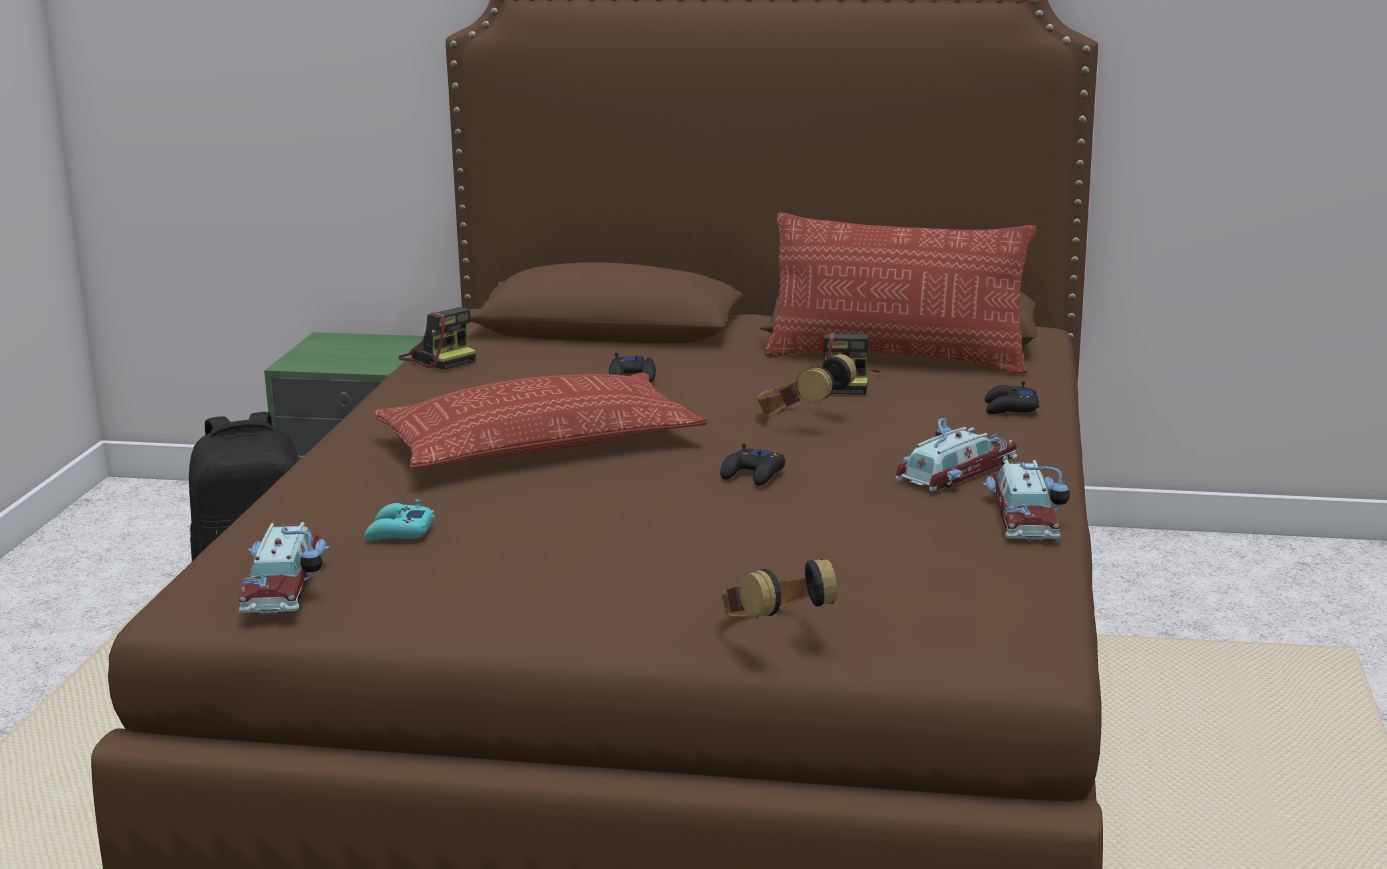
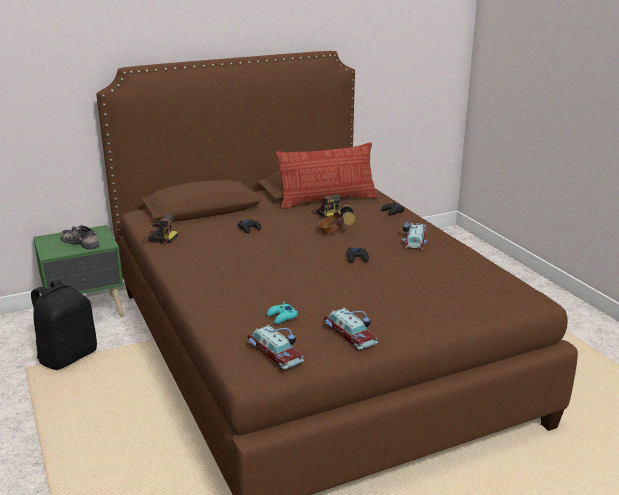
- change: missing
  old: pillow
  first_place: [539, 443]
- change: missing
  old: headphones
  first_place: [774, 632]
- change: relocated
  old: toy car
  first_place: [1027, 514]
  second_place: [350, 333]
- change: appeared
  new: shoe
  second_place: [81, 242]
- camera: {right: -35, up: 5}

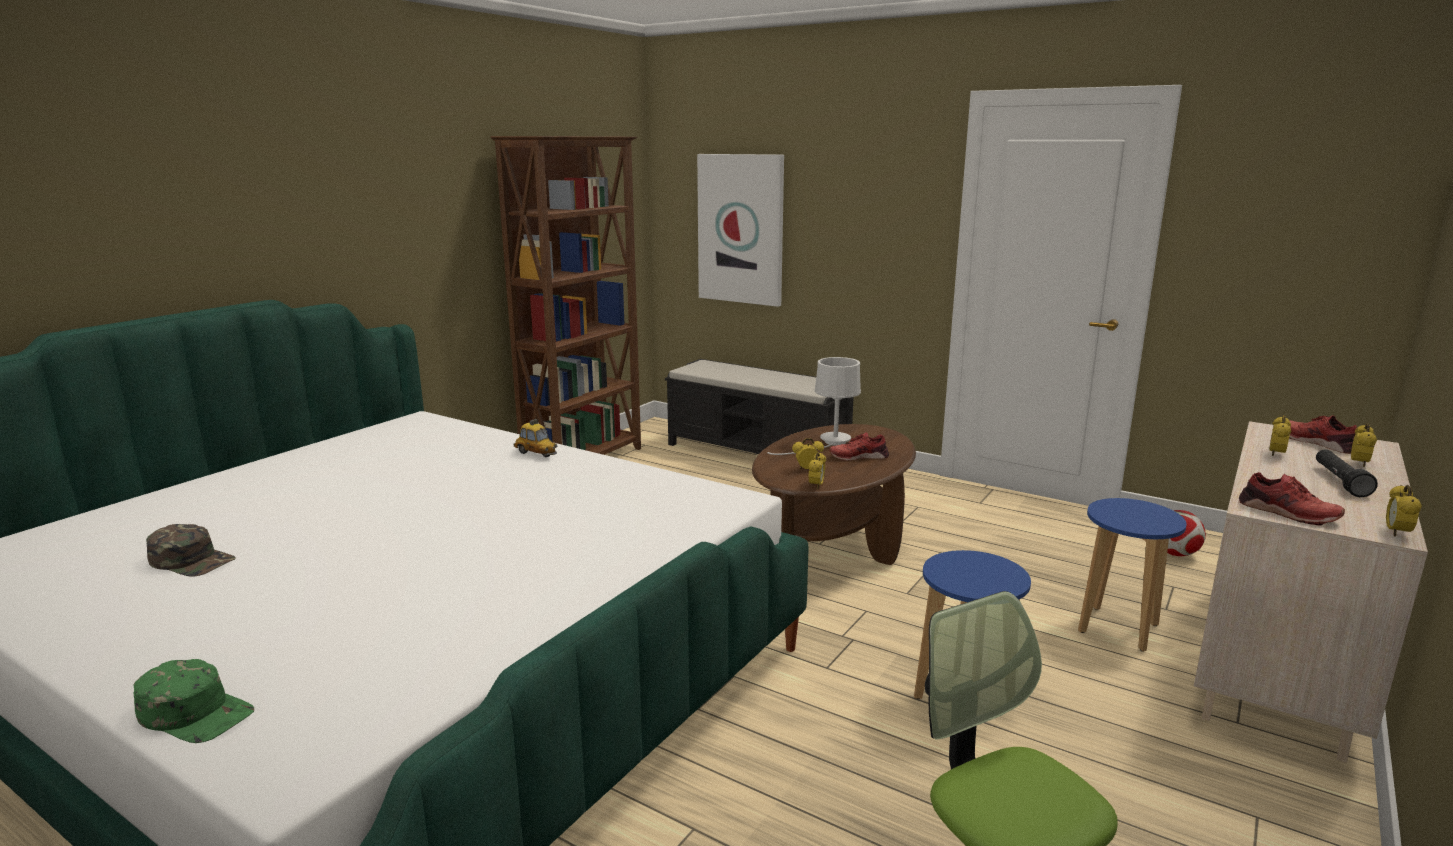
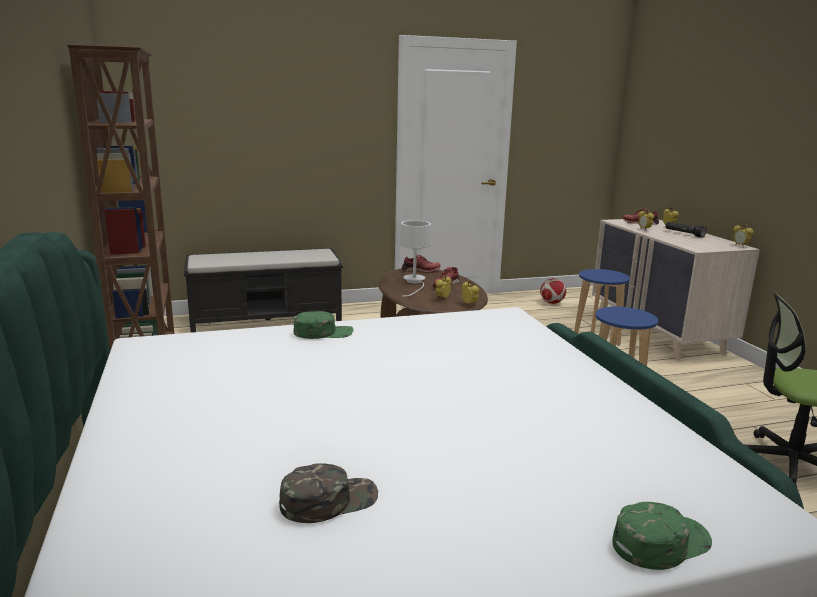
- change: exchanged
  old: toy car
  new: cap (green)
  first_place: [536, 453]
  second_place: [323, 332]
- change: missing
  old: picture
  first_place: [741, 229]
- change: relocated
  old: shoe (red)
  first_place: [1287, 513]
  second_place: [420, 270]
- camera: {right: -50, up: 0}

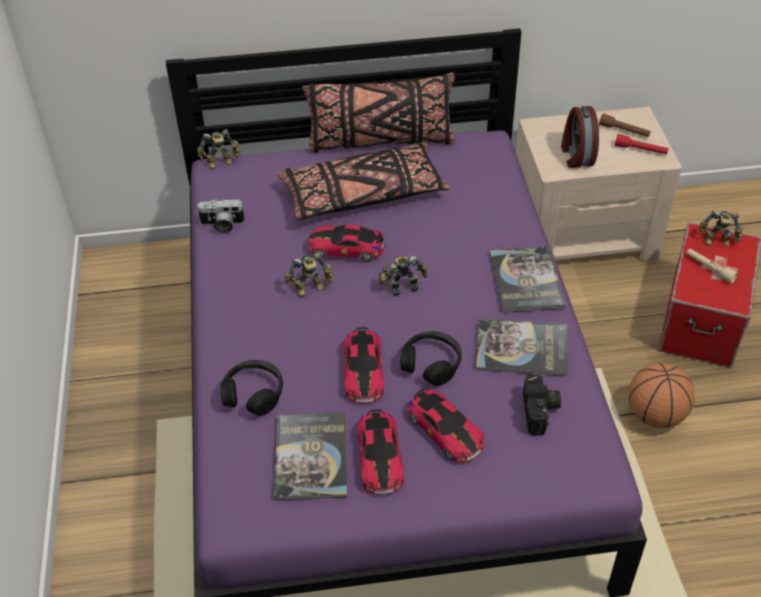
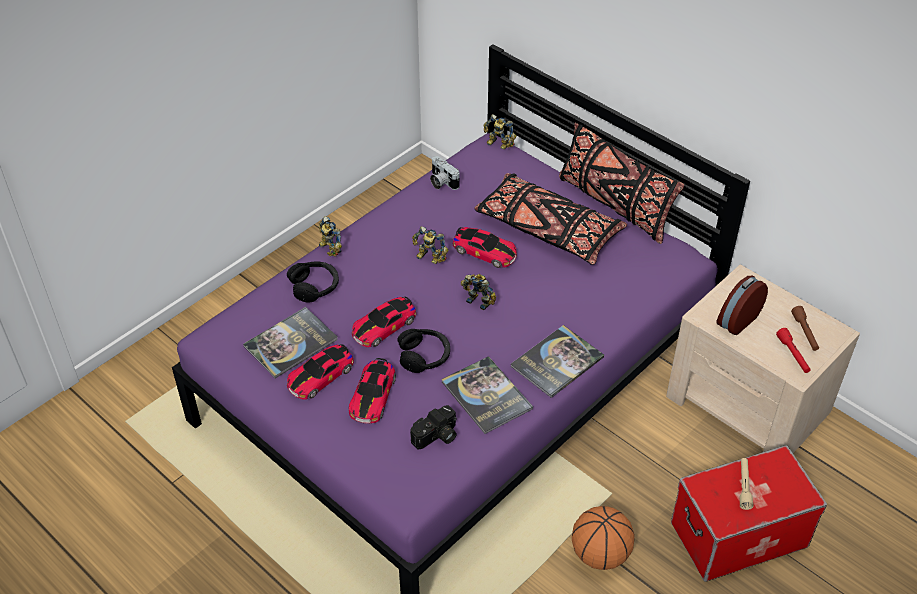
- change: spun
  old: toy car
  first_place: [346, 248]
  second_place: [484, 251]
  degrees: 150
- change: relocated
  old: toy robot
  first_place: [718, 242]
  second_place: [328, 249]
- camera: {right: 50, up: 0}

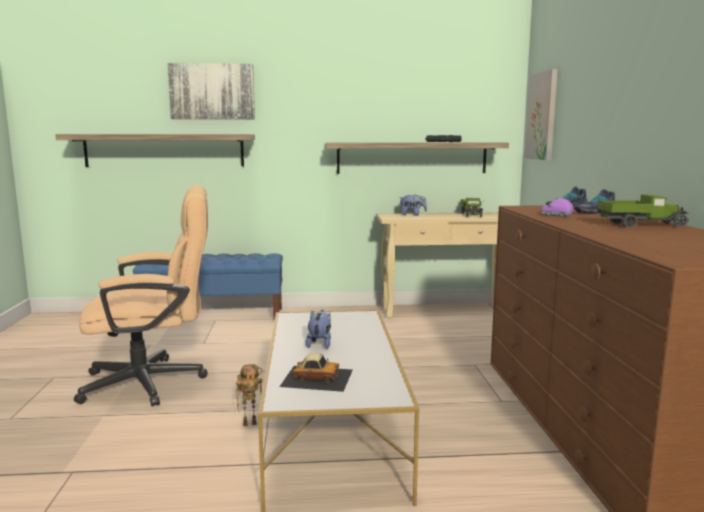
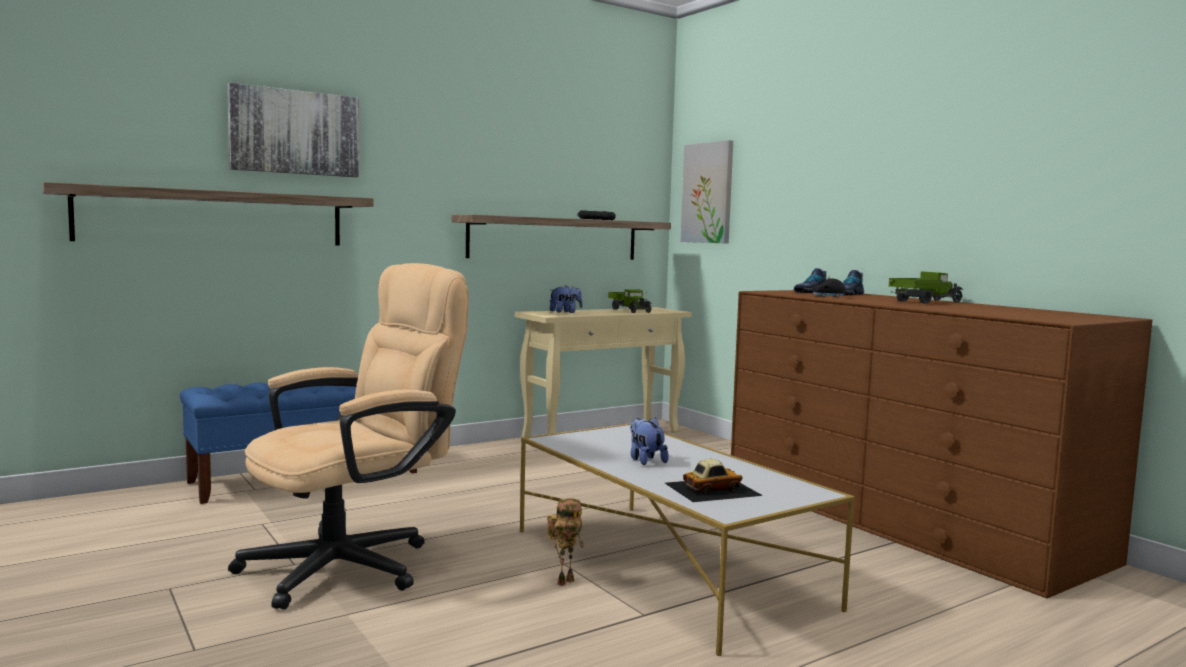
- change: colour
  old: toy car (purple)
  new: toy car (black)
  first_place: [556, 215]
  second_place: [828, 296]
- camera: {right: -30, up: -5}

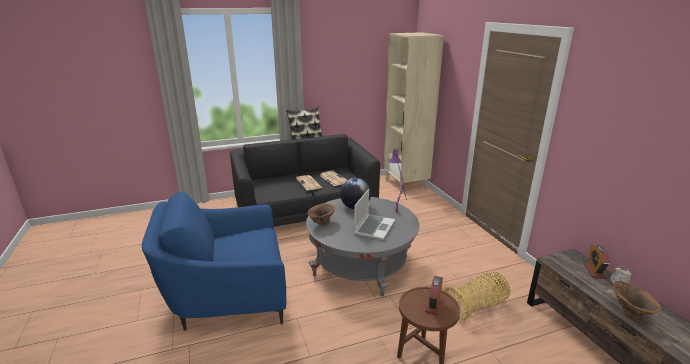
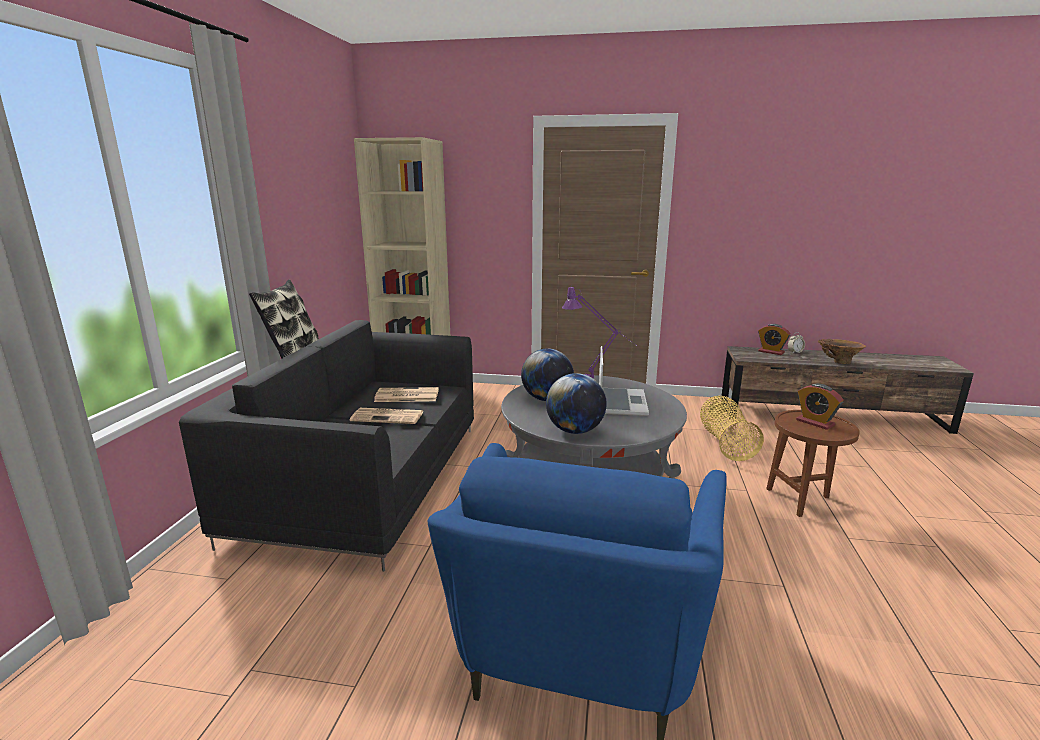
- change: exchanged
  old: vase (brown)
  new: globe
  first_place: [321, 223]
  second_place: [575, 431]
- change: spun
  old: laptop
  first_place: [374, 227]
  second_place: [620, 403]
  degrees: 45
- camera: {right: -60, up: -5}

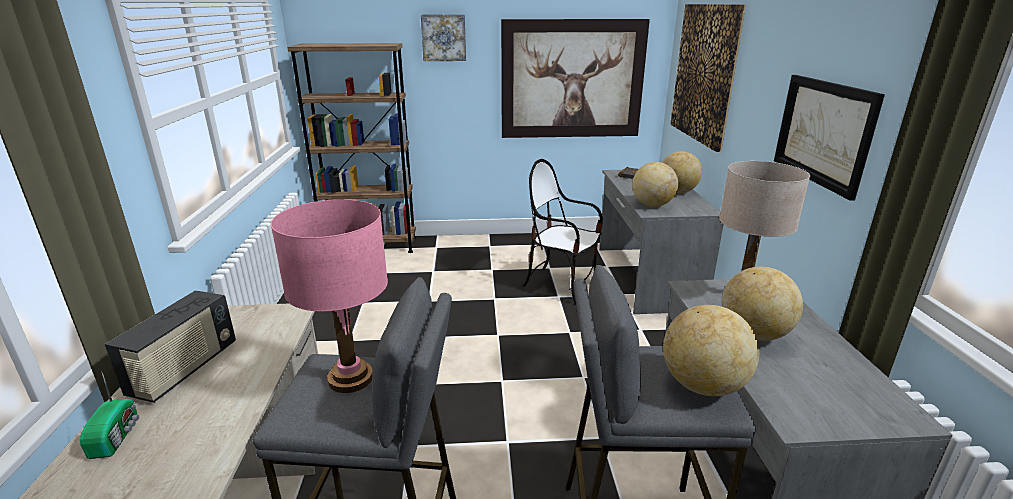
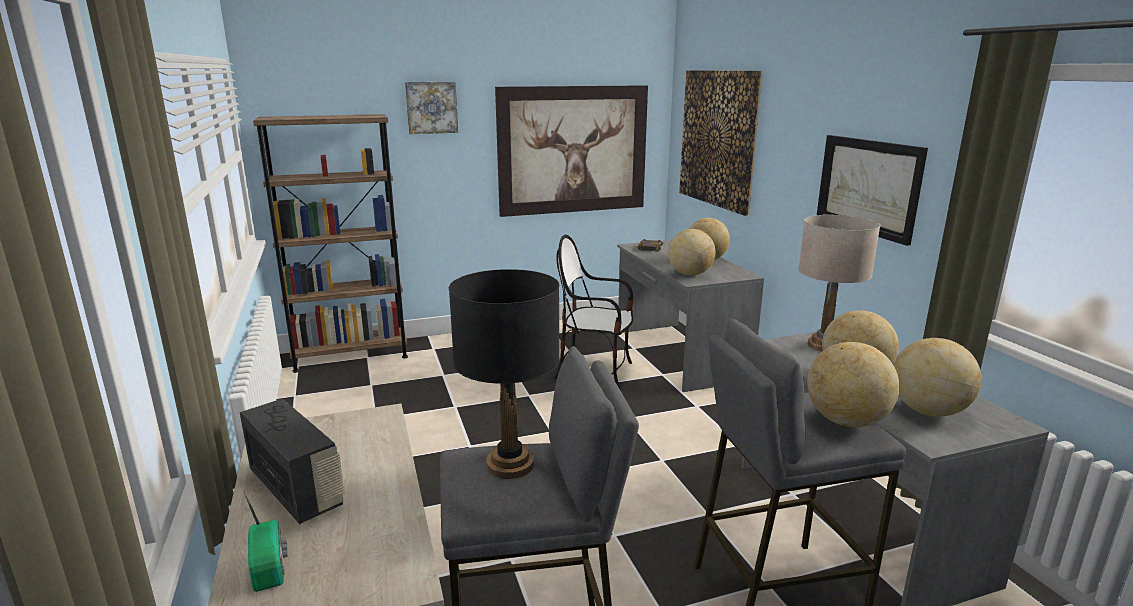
- change: spun
  old: radio
  first_place: [185, 369]
  second_place: [297, 489]
  degrees: -45
- change: colour
  old: table lamp (pink)
  new: table lamp (black)
  first_place: [351, 378]
  second_place: [510, 465]
- change: appeared
  new: globe
  second_place: [928, 411]
- camera: {right: -15, up: -5}

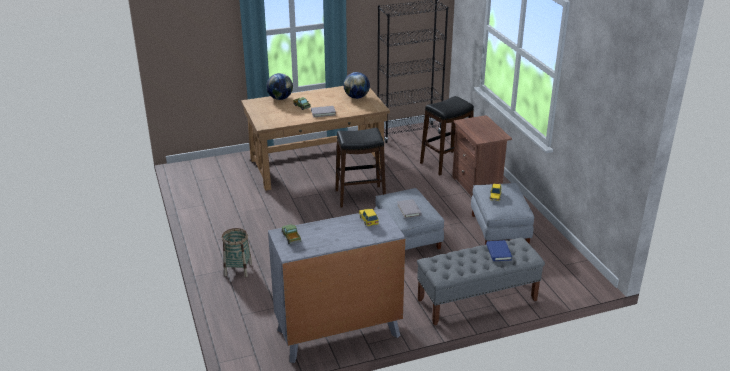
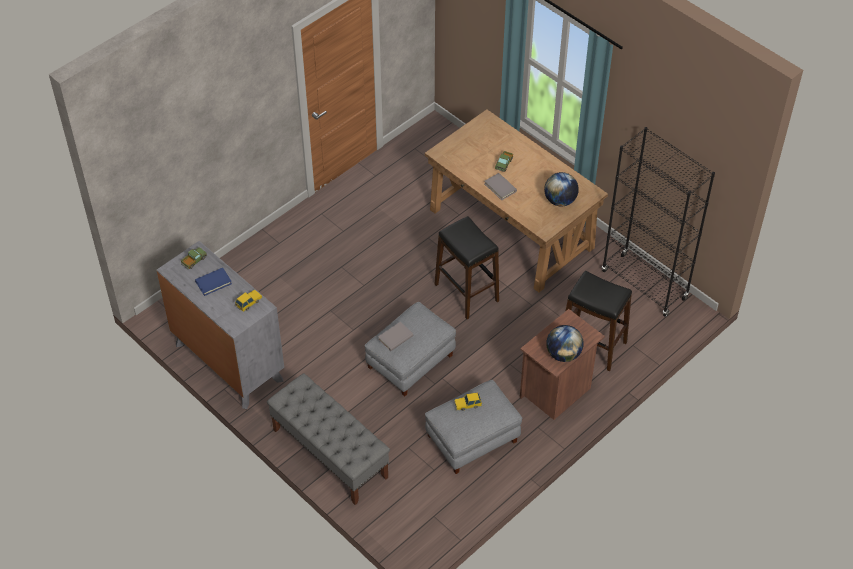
- change: missing
  old: basket
  first_place: [238, 269]
- change: relocated
  old: globe
  first_place: [280, 98]
  second_place: [563, 354]
- change: relocated
  old: book (blue)
  first_place: [498, 252]
  second_place: [213, 282]
- camera: {right: 65, up: 20}

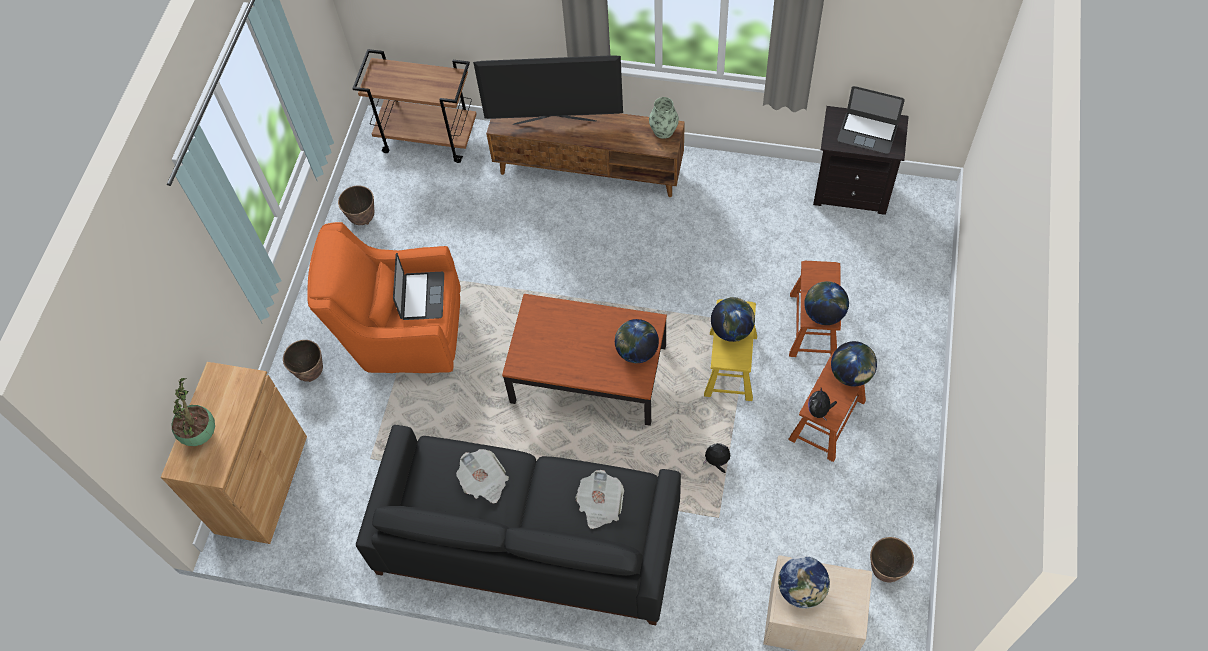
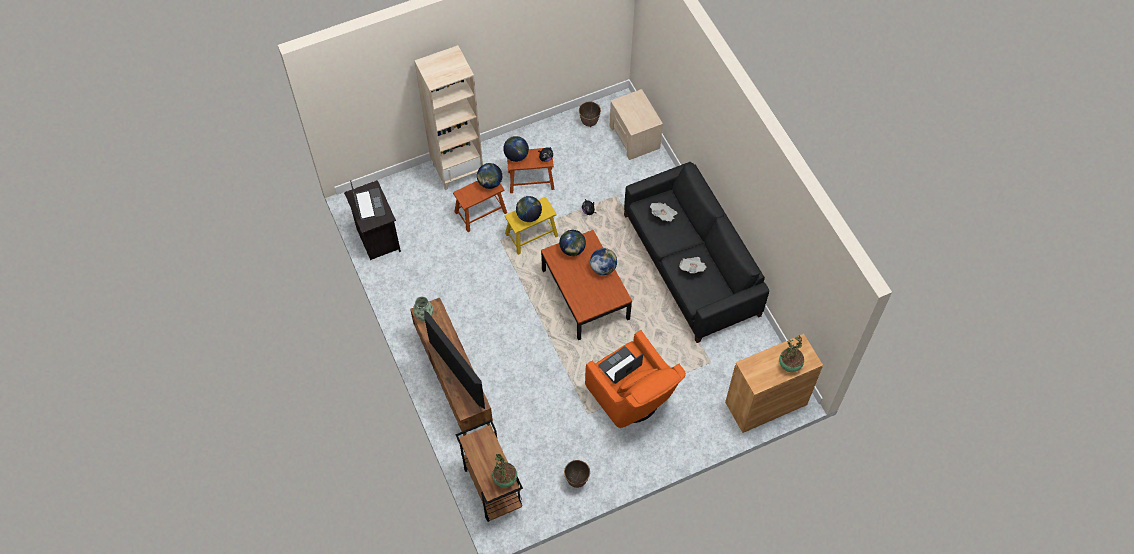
- change: missing
  old: planter
  first_place: [310, 372]
- change: relocated
  old: globe
  first_place: [801, 589]
  second_place: [603, 268]
- change: appeared
  new: bookcase (beige)
  second_place: [457, 170]
- change: appeared
  new: potted plant
  second_place: [505, 480]
- camera: {right: -130, up: 0}

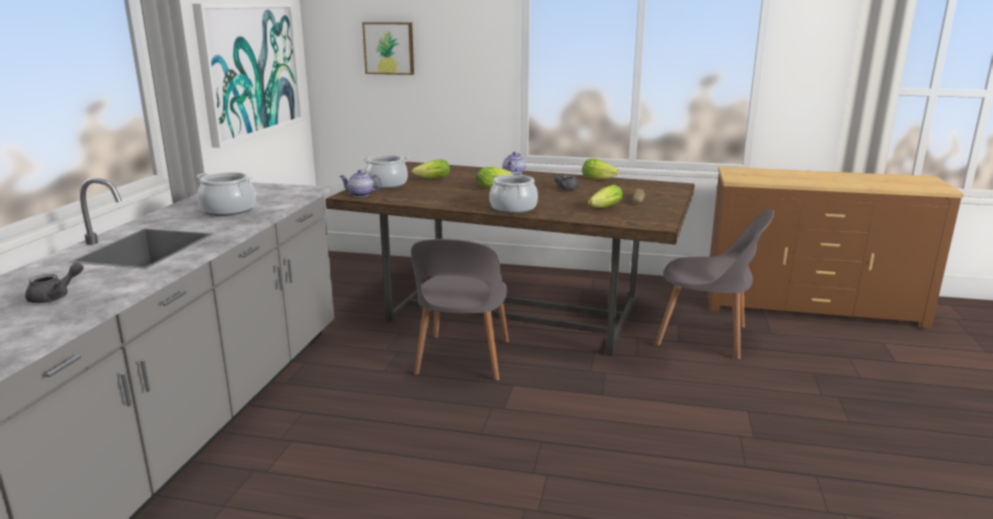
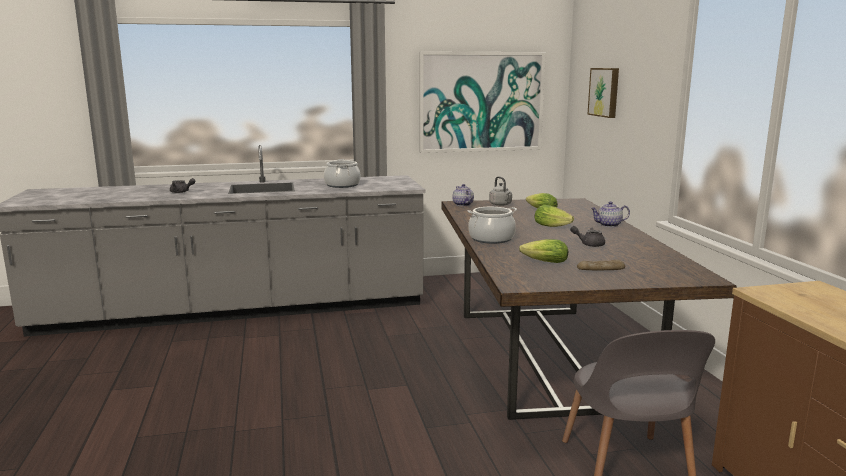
- change: exchanged
  old: cooking pot
  new: kettle (grey)
  first_place: [386, 184]
  second_place: [501, 205]
- change: missing
  old: chair (grey)
  first_place: [462, 360]
- change: missing
  old: lettuce
  first_place: [600, 179]
- camera: {right: 65, up: -5}

